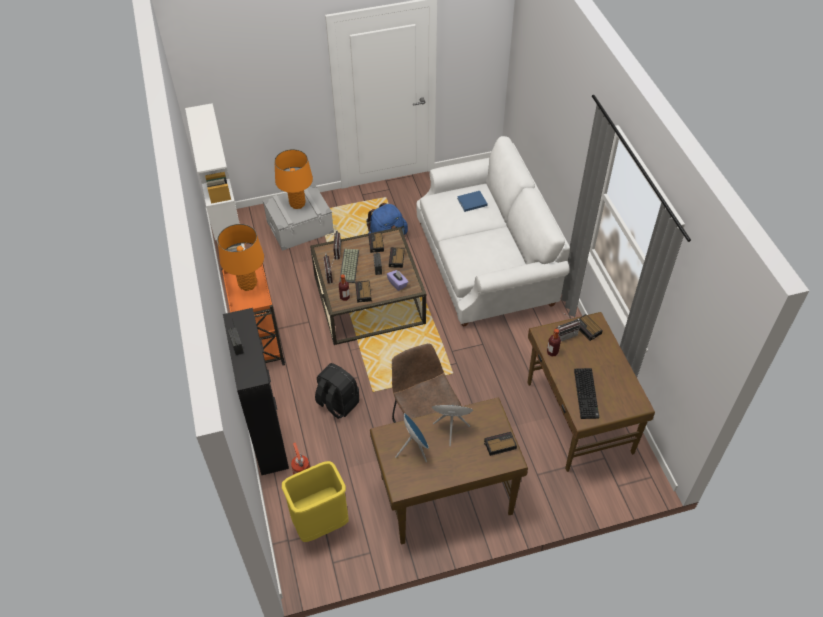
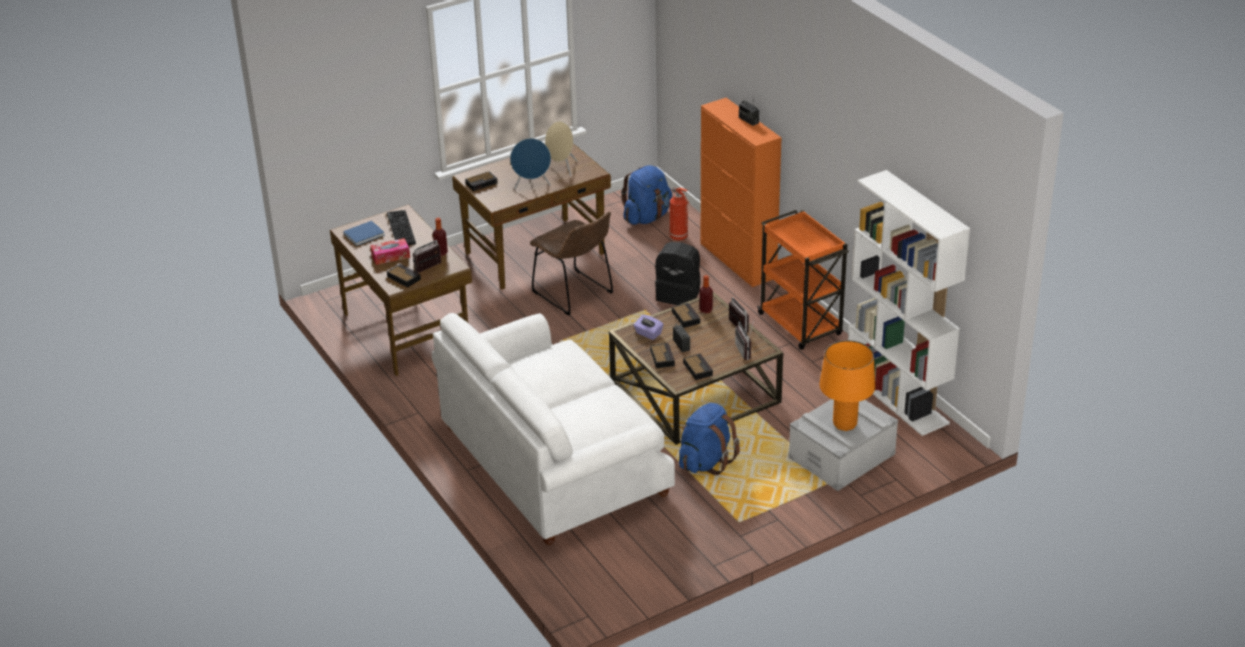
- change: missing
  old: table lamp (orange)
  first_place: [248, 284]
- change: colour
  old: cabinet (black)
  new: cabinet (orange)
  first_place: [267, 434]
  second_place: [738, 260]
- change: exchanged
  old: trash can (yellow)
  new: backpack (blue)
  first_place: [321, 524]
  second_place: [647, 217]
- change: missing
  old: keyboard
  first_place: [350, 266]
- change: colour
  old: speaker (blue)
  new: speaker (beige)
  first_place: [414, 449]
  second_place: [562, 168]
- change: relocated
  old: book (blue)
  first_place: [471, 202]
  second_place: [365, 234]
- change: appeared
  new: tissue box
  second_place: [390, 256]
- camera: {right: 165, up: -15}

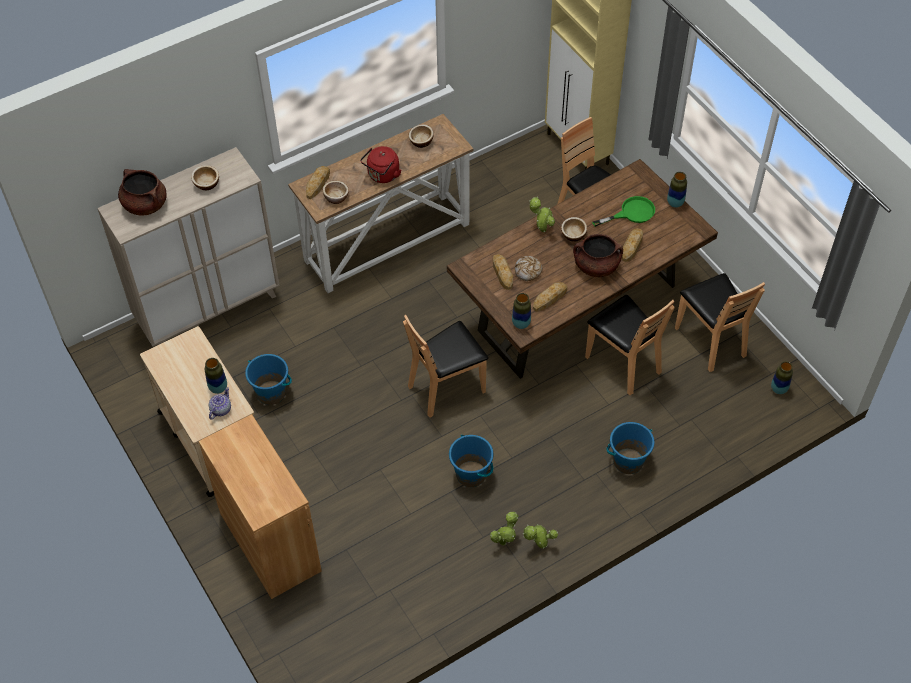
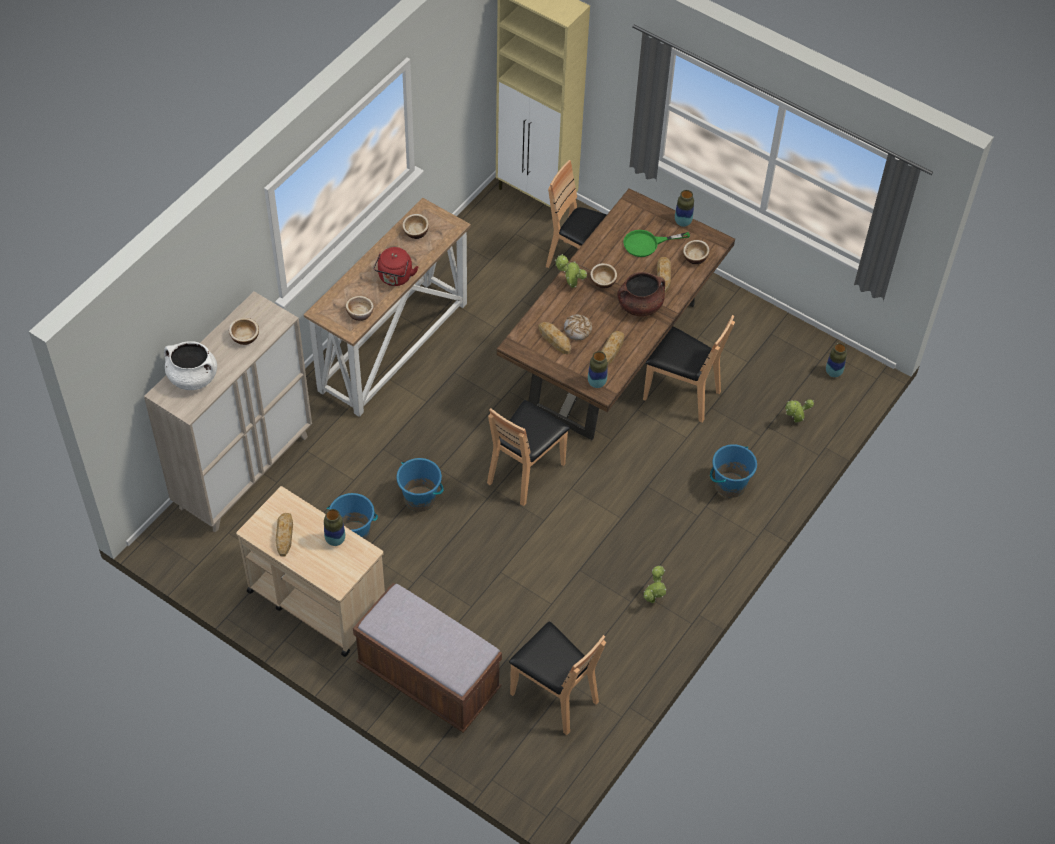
- change: colour
  old: cooking pot (brown)
  new: cooking pot (white)
  first_place: [145, 205]
  second_place: [192, 377]
- change: exchanged
  old: cabinet (brown)
  new: bench (brown)
  first_place: [270, 542]
  second_place: [428, 678]
- change: missing
  old: teapot
  first_place: [220, 410]
- change: relocated
  old: bread
  first_place: [317, 184]
  second_place: [284, 535]
- change: relocated
  old: bucket (blue)
  first_place: [471, 474]
  second_place: [420, 499]
- change: relocated
  old: potted plant
  first_place: [539, 546]
  second_place: [794, 421]
- change: spun
  old: frying pan (green)
  first_place: [631, 213]
  second_place: [647, 244]
  degrees: -150
- change: relocated
  old: chair (brown)
  first_place: [710, 340]
  second_place: [554, 696]
- change: appeared
  new: bowl
  second_place: [695, 257]
- camera: {right: -25, up: 0}

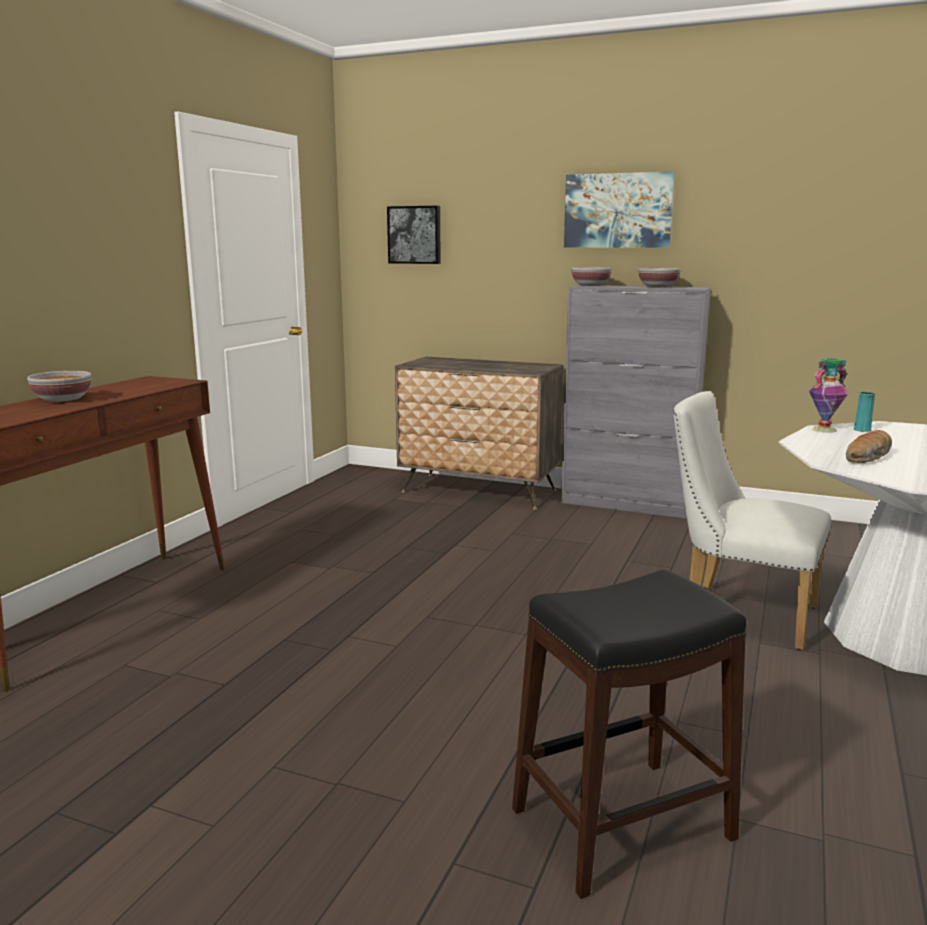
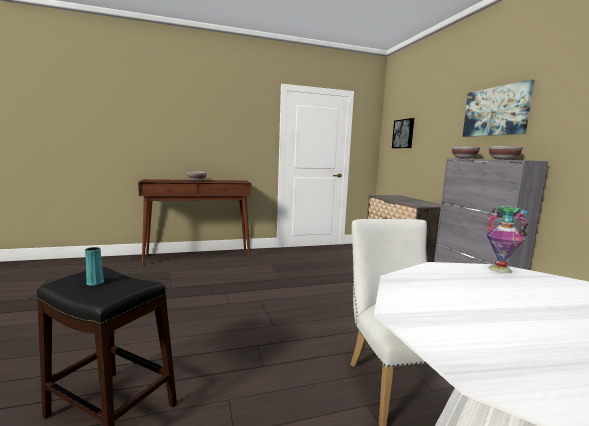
- change: missing
  old: bread
  first_place: [868, 457]
- change: relocated
  old: vase (turquoise)
  first_place: [862, 430]
  second_place: [95, 282]
- camera: {right: 50, up: -5}

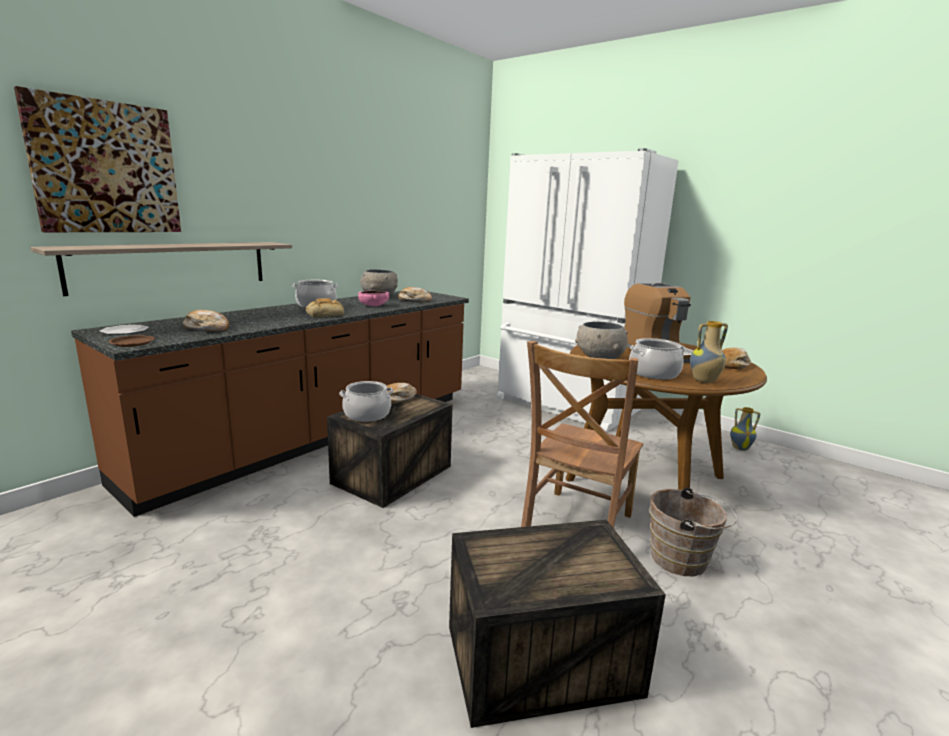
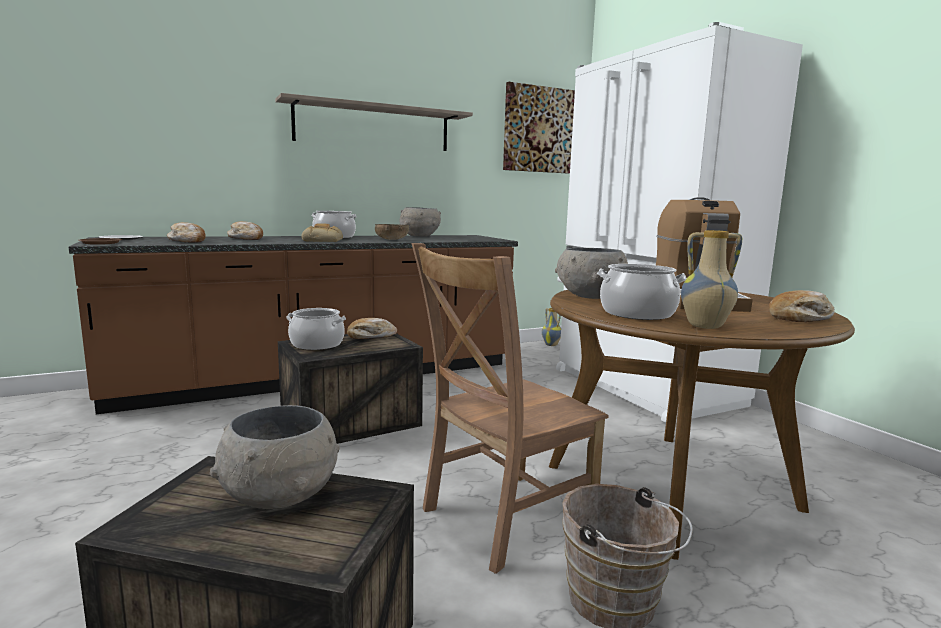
- change: relocated
  old: picture
  first_place: [105, 168]
  second_place: [539, 130]
- change: relocated
  old: shelf
  first_place: [173, 265]
  second_place: [373, 127]
- change: colour
  old: bowl (pink)
  new: bowl (brown)
  first_place: [374, 305]
  second_place: [392, 239]
- change: relocated
  old: bread
  first_place: [415, 300]
  second_place: [246, 238]
- change: relocated
  old: vase
  first_place: [740, 448]
  second_place: [551, 345]
- change: appeared
  new: bowl (grey)
  second_place: [280, 495]
- camera: {right: 25, up: -5}

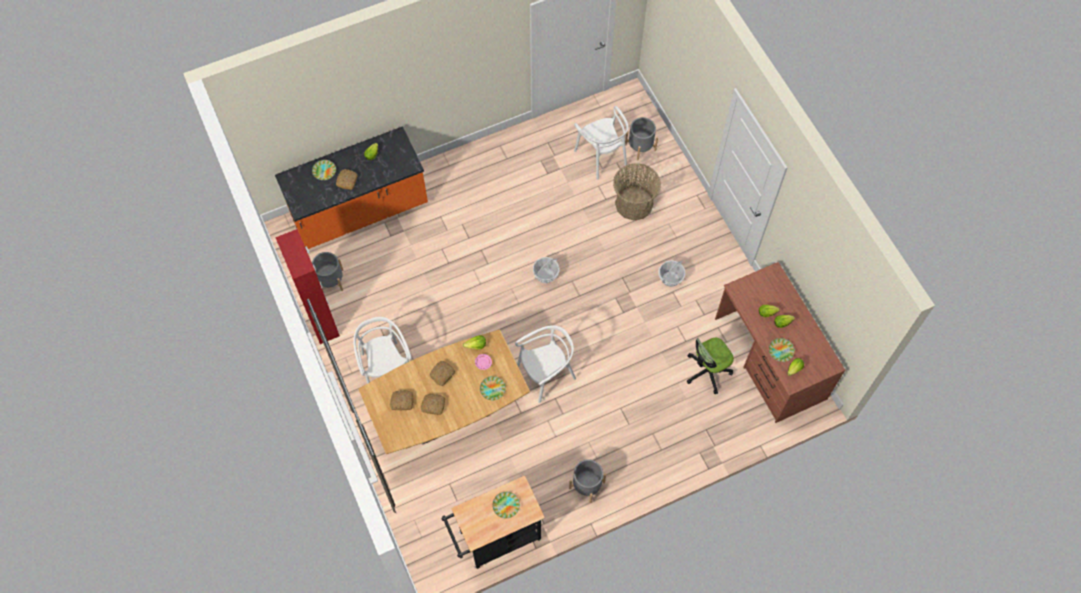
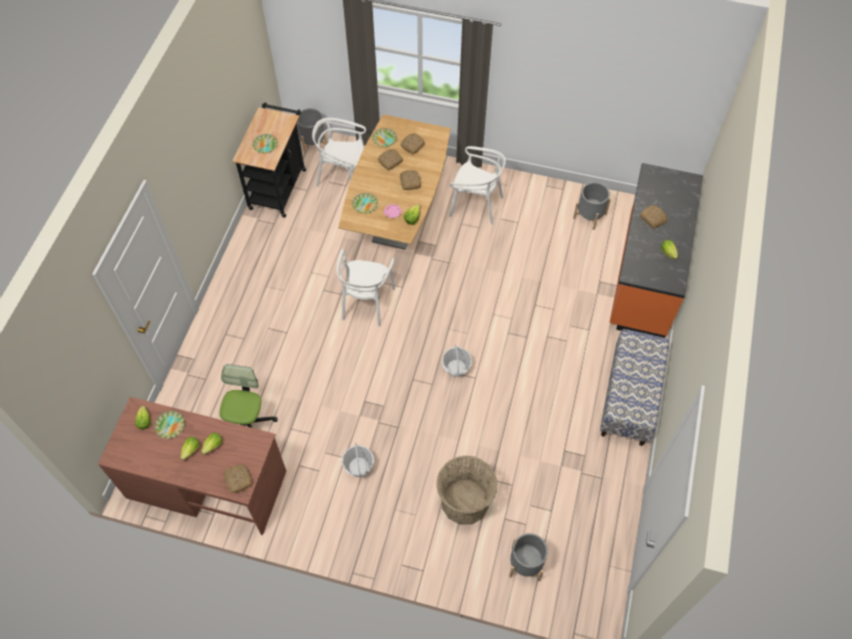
- change: missing
  old: cabinet (red)
  first_place: [321, 321]
- change: relocated
  old: plate
  first_place: [324, 171]
  second_place: [384, 139]
- change: relocated
  old: planter (grey)
  first_place: [587, 485]
  second_place: [313, 142]
- change: relocated
  old: chair (white)
  first_place: [601, 157]
  second_place: [343, 177]
- change: appeared
  new: bread
  second_place: [237, 479]
- change: appeared
  new: bench
  second_place: [629, 398]
- camera: {right: 130, up: -5}

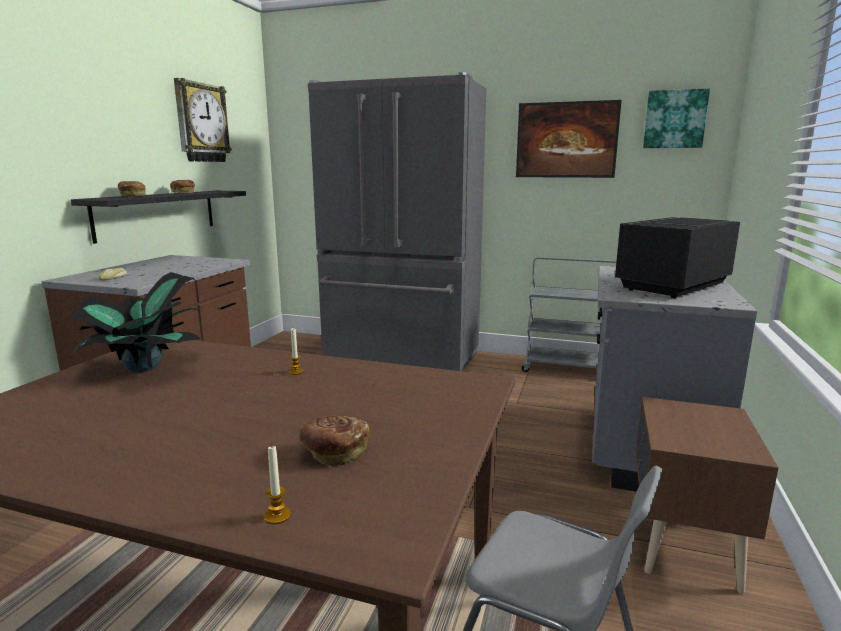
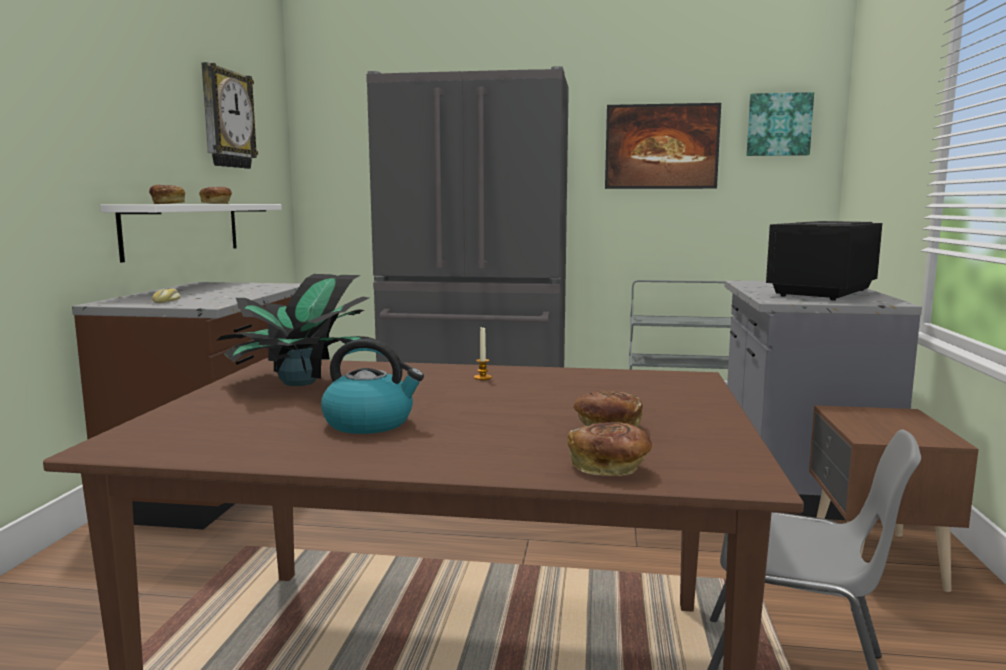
- change: colour
  old: shelf (black)
  new: shelf (white)
  first_place: [157, 214]
  second_place: [183, 229]
- change: exchanged
  old: candle
  new: bread
  first_place: [277, 516]
  second_place: [609, 468]
- change: appeared
  new: kettle
  second_place: [370, 423]
- camera: {right: -10, up: -5}

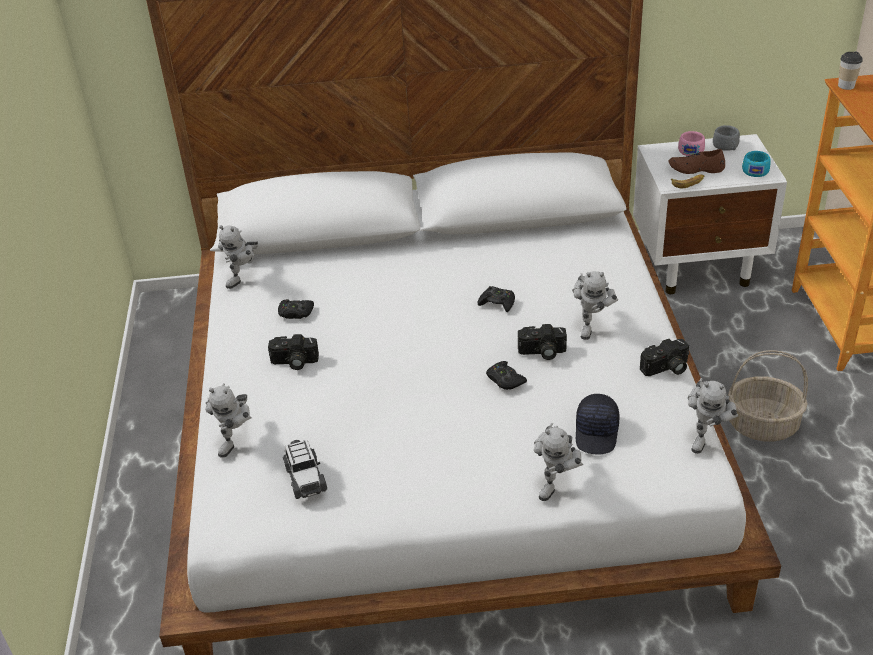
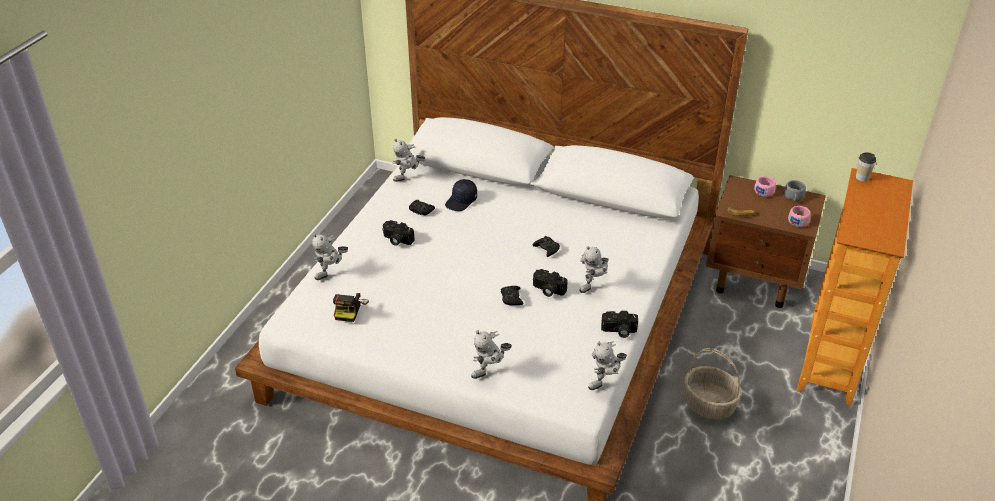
- change: exchanged
  old: toy car
  new: photo camera
  first_place: [305, 478]
  second_place: [350, 309]
- change: relocated
  old: cap (black)
  first_place: [597, 433]
  second_place: [461, 201]
- change: colour
  old: nightstand (white)
  new: nightstand (brown)
  first_place: [699, 266]
  second_place: [755, 281]
- change: missing
  old: shoe (brown)
  first_place: [696, 168]
- change: colour
  old: cup (turquoise)
  new: cup (pink)
  first_place: [755, 170]
  second_place: [799, 220]
- camera: {right: 25, up: 0}

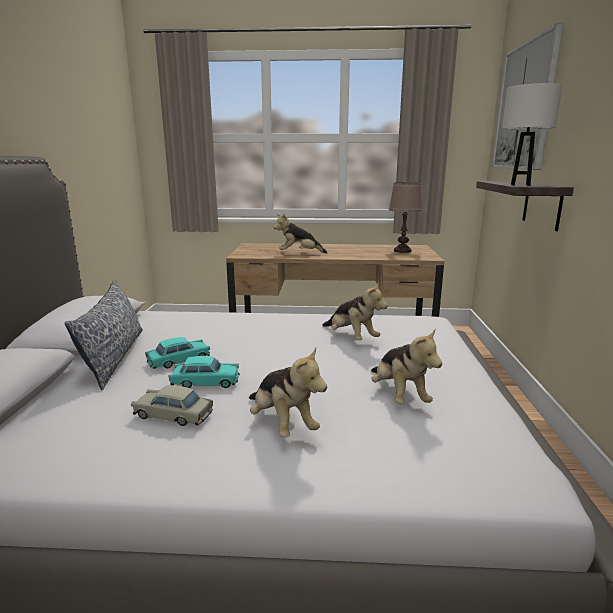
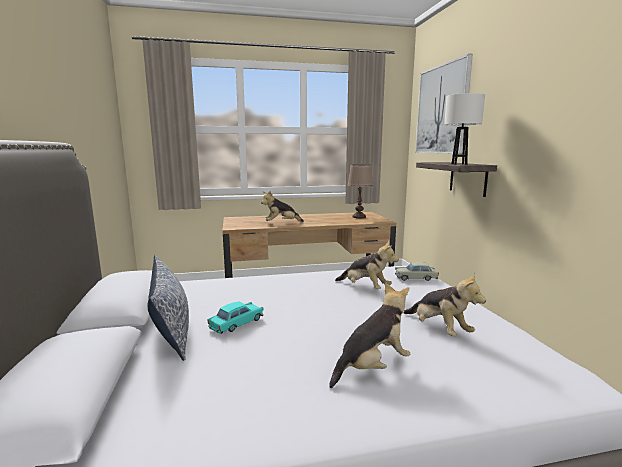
- change: relocated
  old: toy car (beige)
  first_place: [173, 415]
  second_place: [416, 278]
- change: missing
  old: toy car (turquoise)
  first_place: [205, 382]
- change: spun
  old: plush toy
  first_place: [282, 424]
  second_place: [372, 367]
  degrees: -75
- camera: {right: -15, up: -5}

